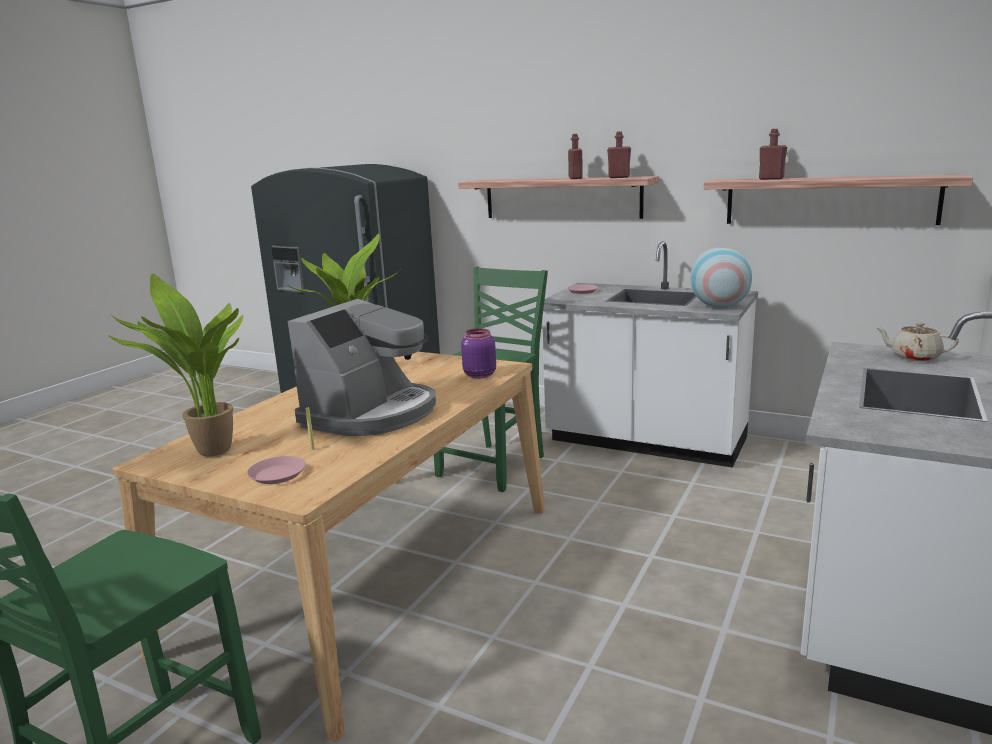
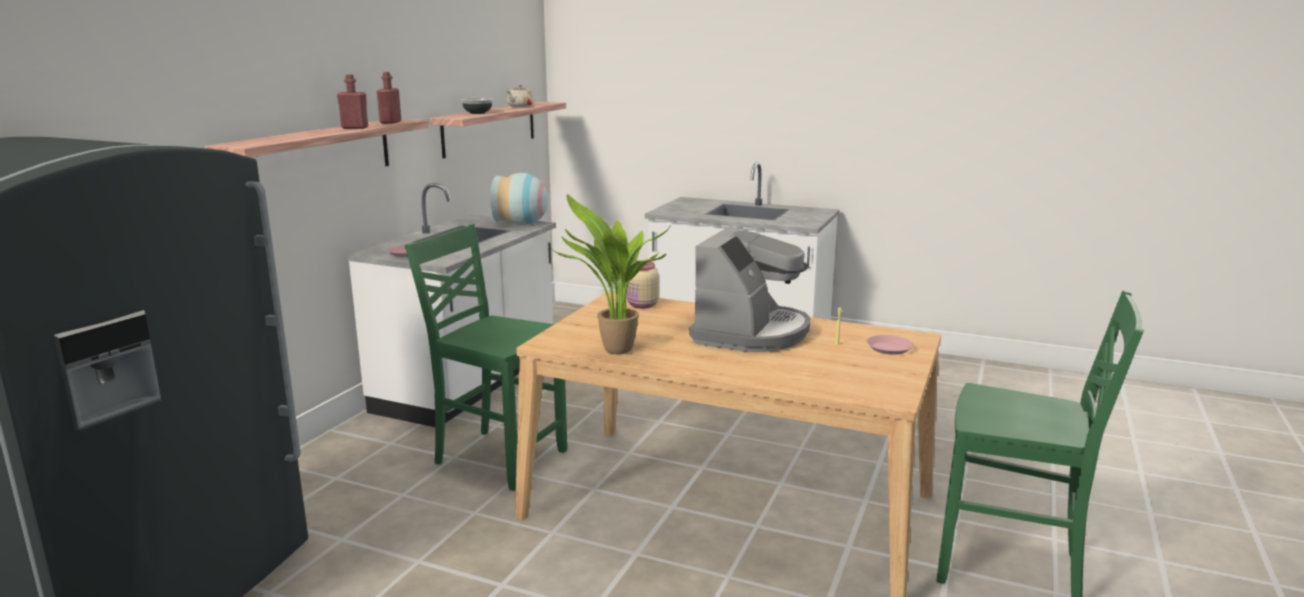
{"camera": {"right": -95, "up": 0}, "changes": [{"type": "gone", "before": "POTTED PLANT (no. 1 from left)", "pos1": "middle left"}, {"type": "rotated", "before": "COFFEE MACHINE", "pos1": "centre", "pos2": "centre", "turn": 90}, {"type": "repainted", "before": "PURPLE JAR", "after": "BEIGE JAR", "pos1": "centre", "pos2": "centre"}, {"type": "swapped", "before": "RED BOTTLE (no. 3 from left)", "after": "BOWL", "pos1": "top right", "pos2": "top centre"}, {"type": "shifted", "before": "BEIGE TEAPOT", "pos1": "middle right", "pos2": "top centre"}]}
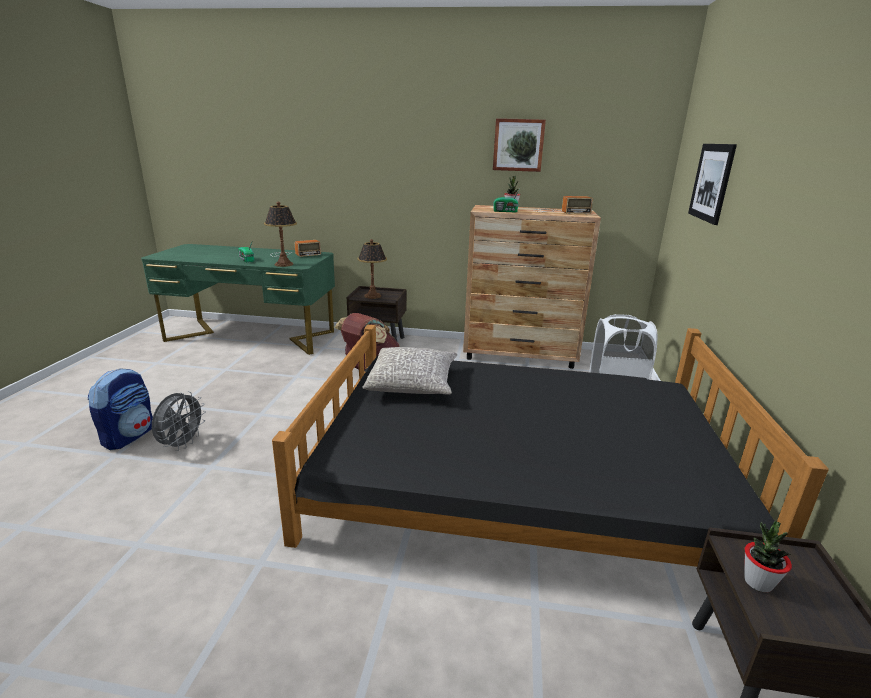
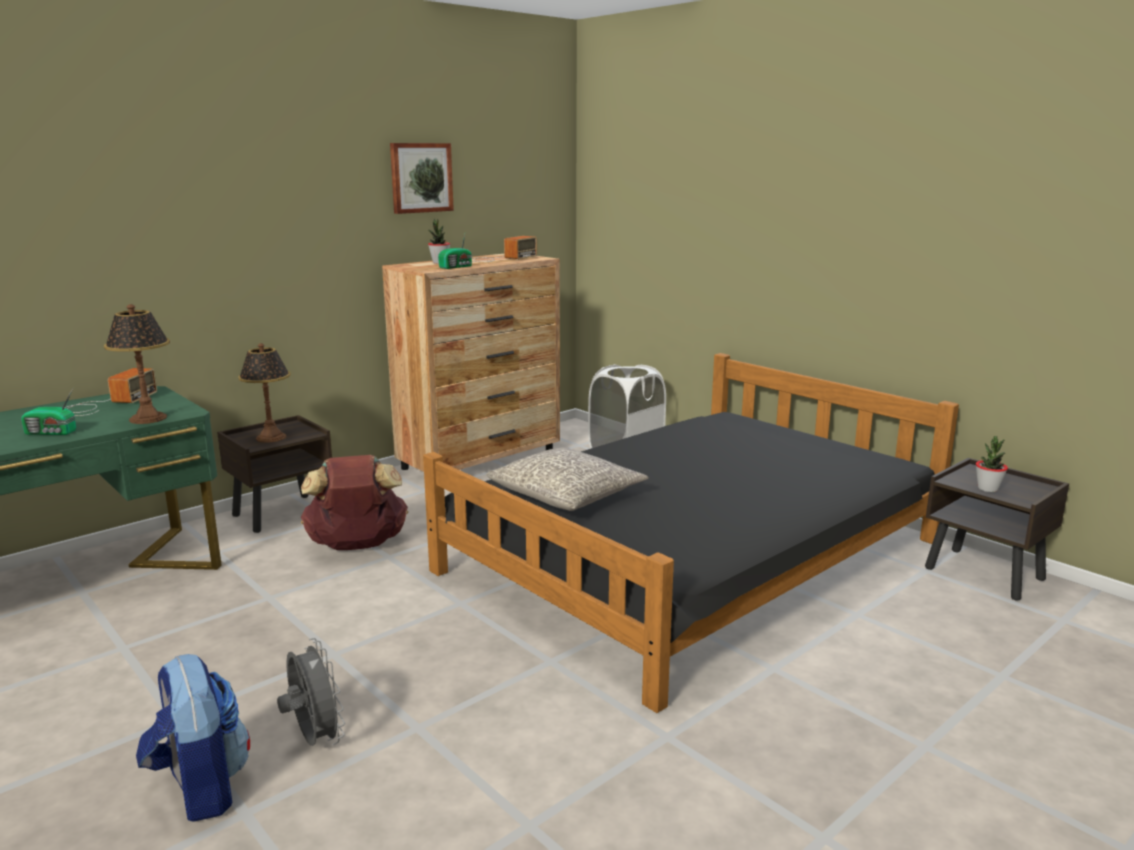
{"camera": {"right": -50, "up": -5}, "changes": [{"type": "gone", "before": "PICTURE (no. 2 from left)", "pos1": "top right"}]}
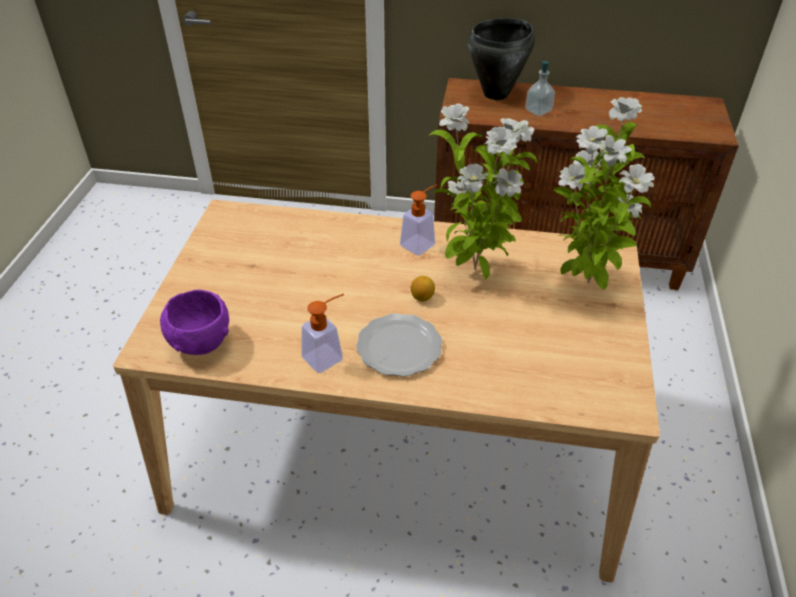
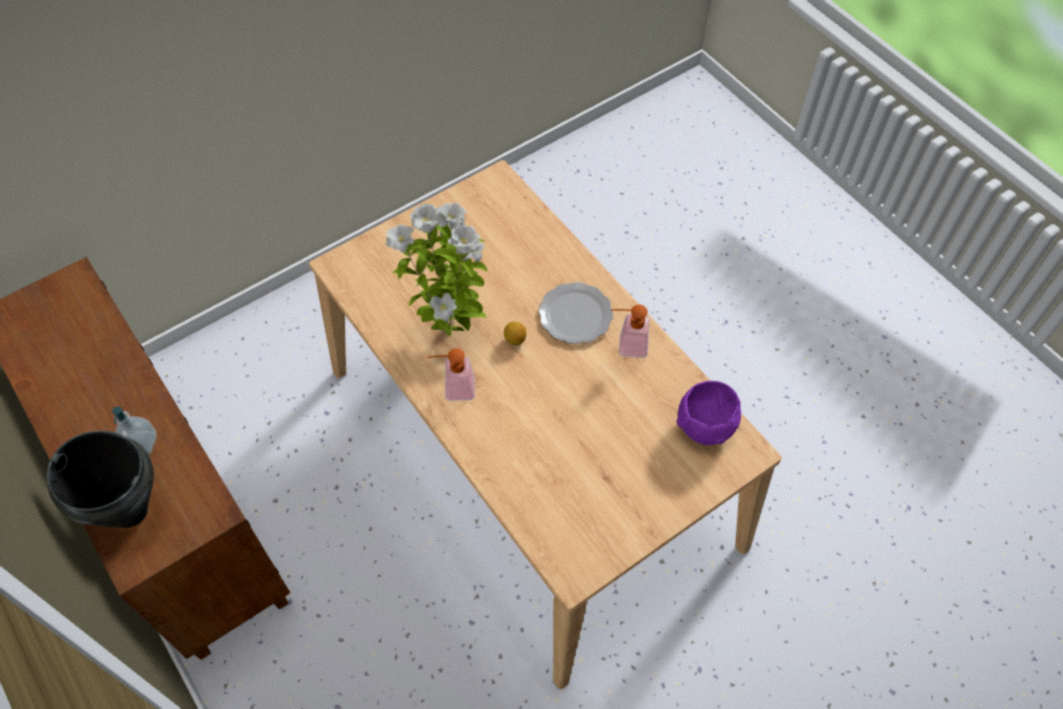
{"camera": {"right": -135, "up": 15}, "changes": [{"type": "gone", "before": "POTTED PLANT (no. 2 from left)", "pos1": "top right"}]}
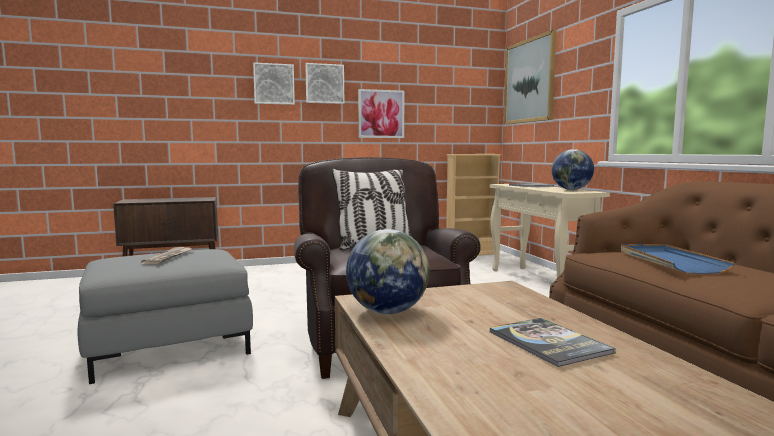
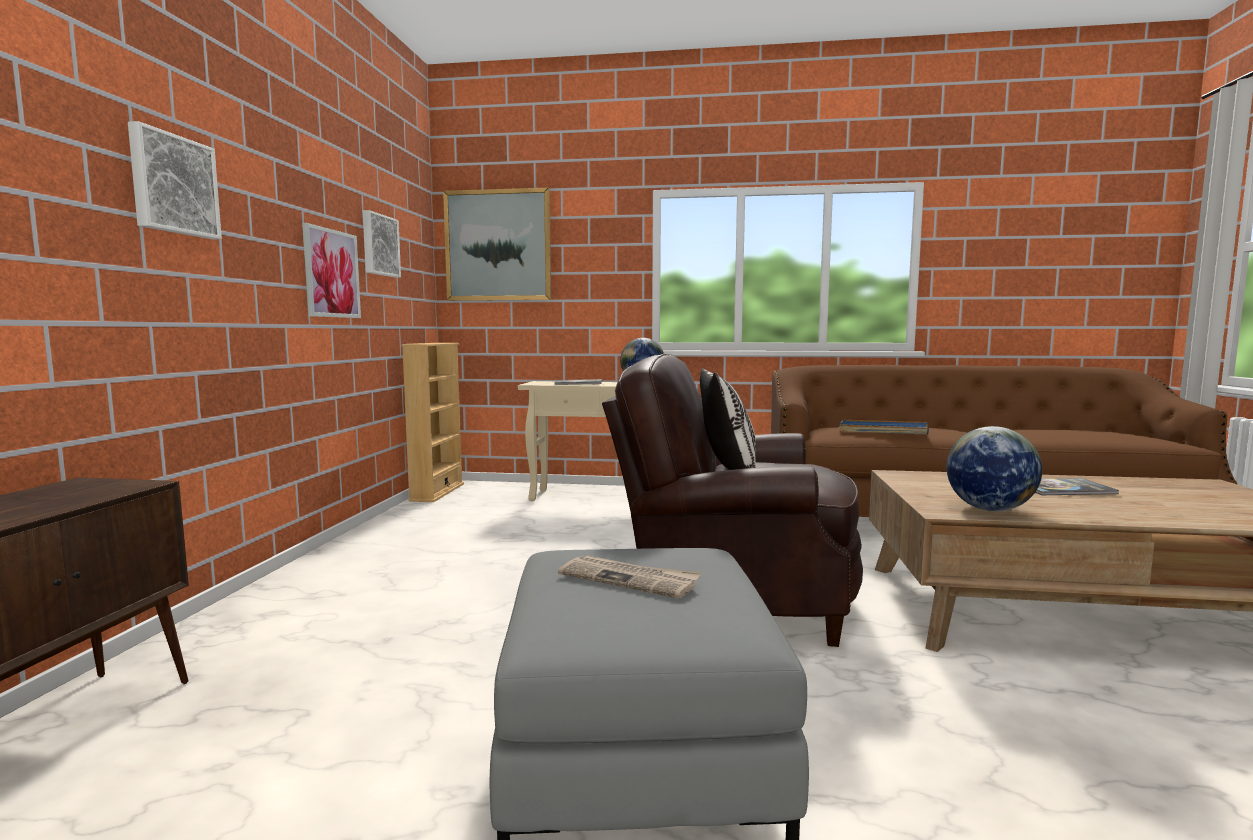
{"camera": {"right": -65, "up": 0}, "changes": [{"type": "shifted", "before": "PICTURE (no. 2 from left in the first image)", "after": "PICTURE (no. 3 from left)", "pos1": "top centre", "pos2": "top left"}]}
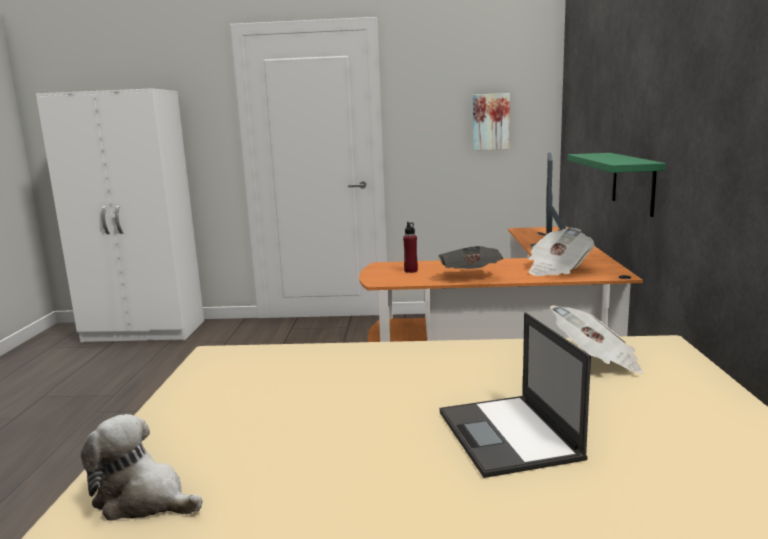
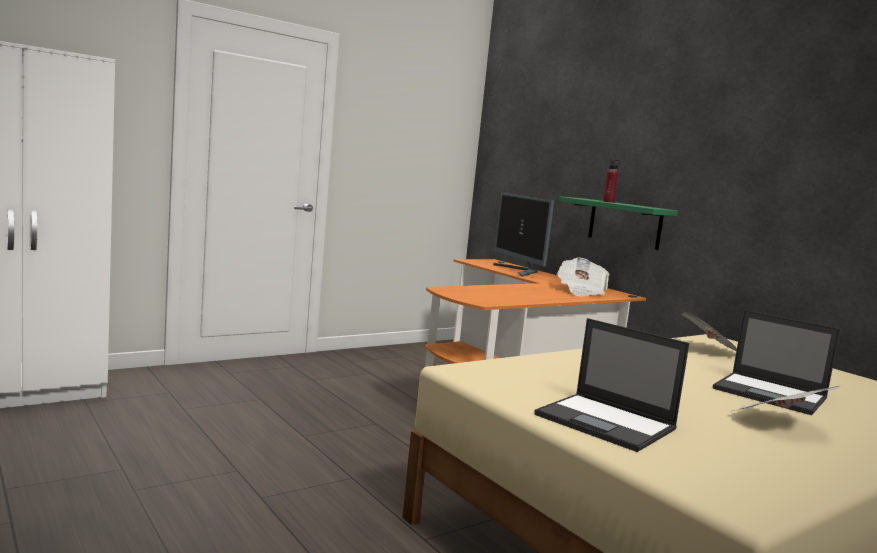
{"camera": {"right": -40, "up": -5}, "changes": [{"type": "gone", "before": "PLUSH TOY", "pos1": "bottom left"}, {"type": "shifted", "before": "RED BOTTLE", "pos1": "centre", "pos2": "top right"}, {"type": "shifted", "before": "NEWSPAPER (no. 1 from left in the first image)", "after": "NEWSPAPER (no. 3 from left)", "pos1": "centre", "pos2": "bottom right"}, {"type": "gone", "before": "PICTURE", "pos1": "top centre"}, {"type": "new", "after": "LAPTOP (no. 1 from left)", "pos2": "bottom right"}]}
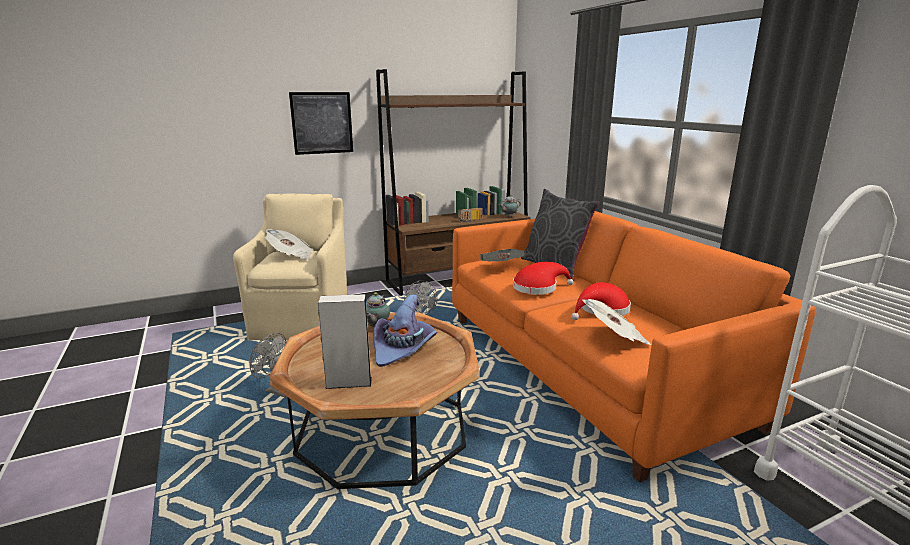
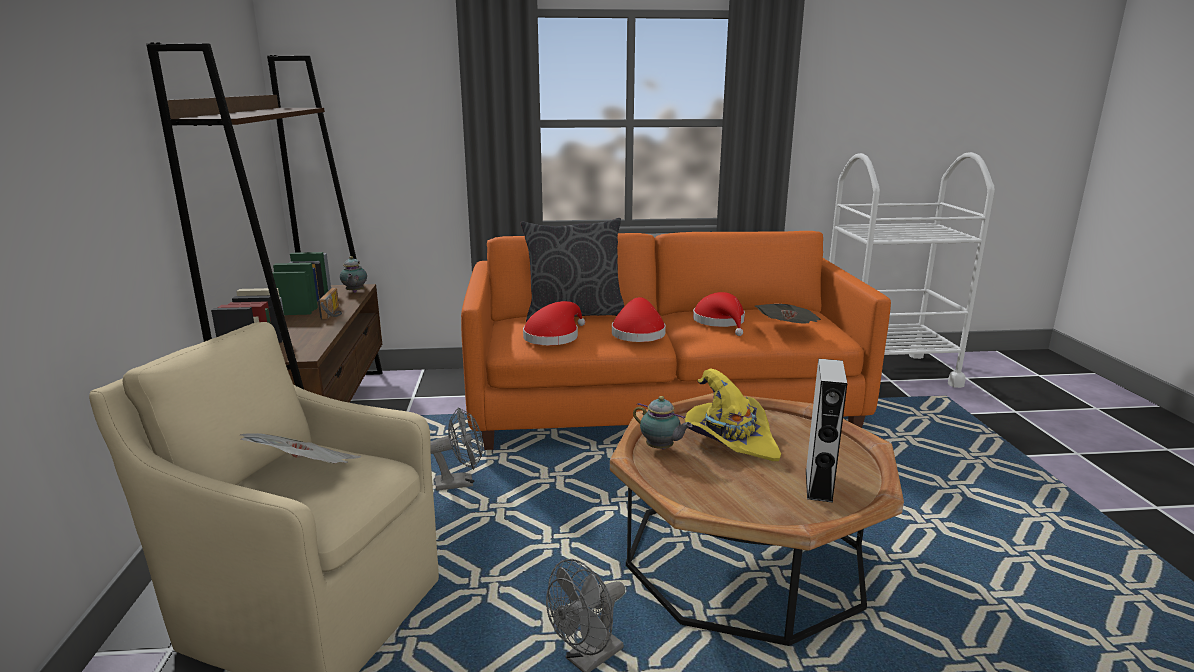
{"camera": {"right": -70, "up": 0}, "changes": [{"type": "gone", "before": "PICTURE", "pos1": "top centre"}, {"type": "repainted", "before": "PURPLE HAT", "after": "YELLOW HAT", "pos1": "centre", "pos2": "centre"}, {"type": "swapped", "before": "NEWSPAPER (no. 2 from left)", "after": "RED HAT (no. 1 from left)", "pos1": "centre", "pos2": "centre"}]}
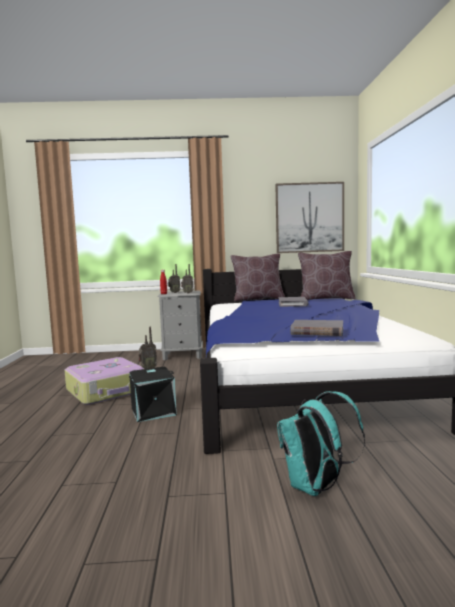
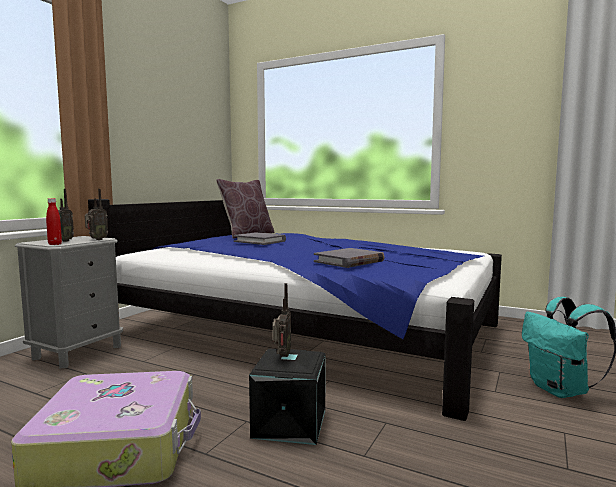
{"camera": {"right": -60, "up": 0}, "changes": [{"type": "gone", "before": "BROWN PILLOW (no. 1 from left)", "pos1": "centre"}, {"type": "gone", "before": "PICTURE", "pos1": "middle right"}, {"type": "shifted", "before": "GREY BOOK (no. 2 from left)", "pos1": "middle right", "pos2": "centre"}]}
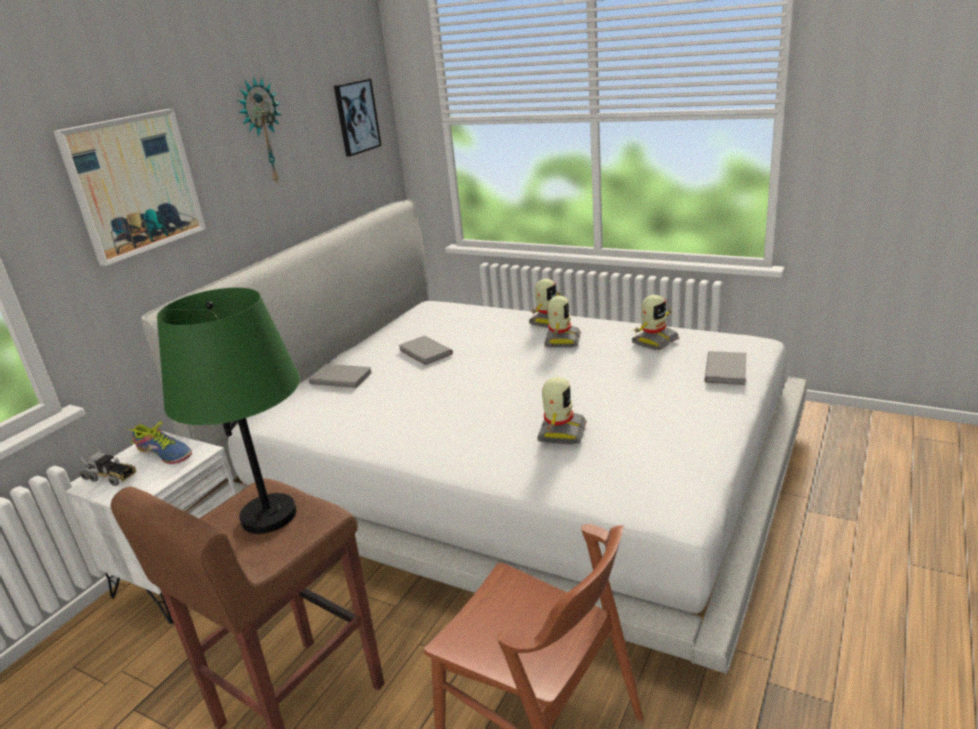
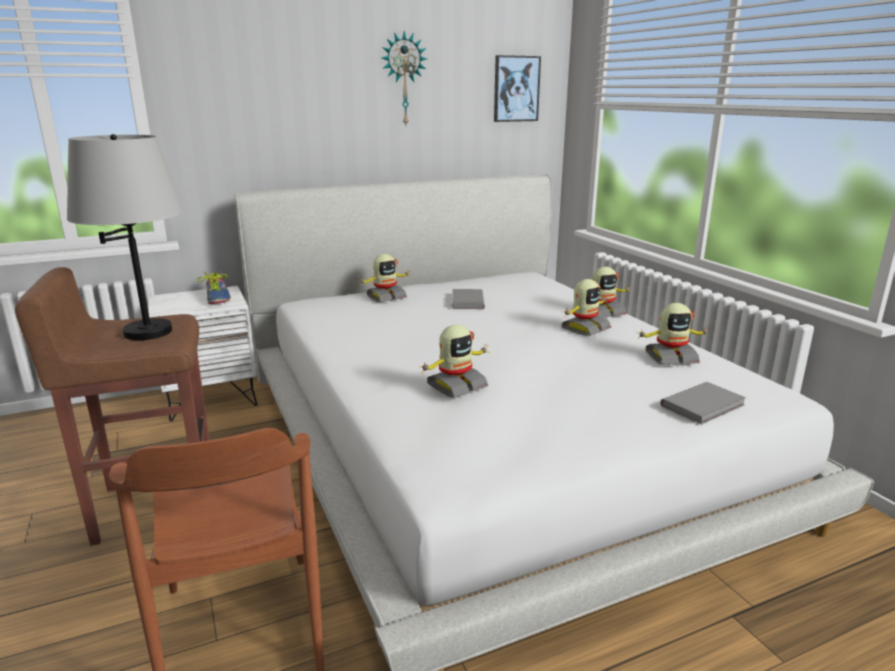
{"camera": {"right": 35, "up": -5}, "changes": [{"type": "gone", "before": "PICTURE (no. 1 from left)", "pos1": "top left"}, {"type": "gone", "before": "TOY TRUCK", "pos1": "middle left"}, {"type": "repainted", "before": "GREEN TABLE LAMP", "after": "GREY TABLE LAMP", "pos1": "middle left", "pos2": "middle left"}, {"type": "swapped", "before": "GREY BOOK (no. 1 from left)", "after": "TOY ROBOT (no. 1 from left)", "pos1": "centre", "pos2": "centre"}]}
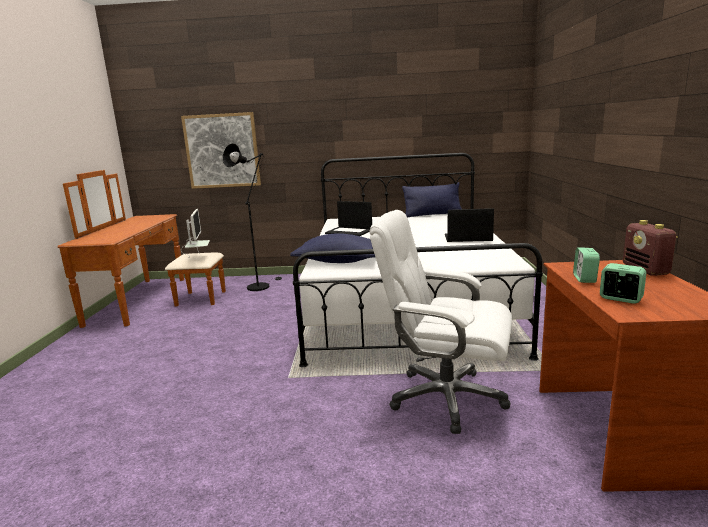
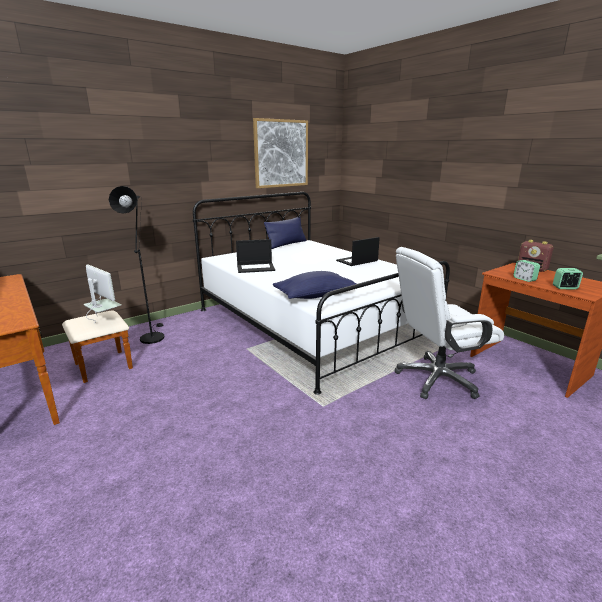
{"camera": {"right": -40, "up": 5}, "changes": [{"type": "shifted", "before": "PICTURE", "pos1": "top left", "pos2": "top centre"}]}
